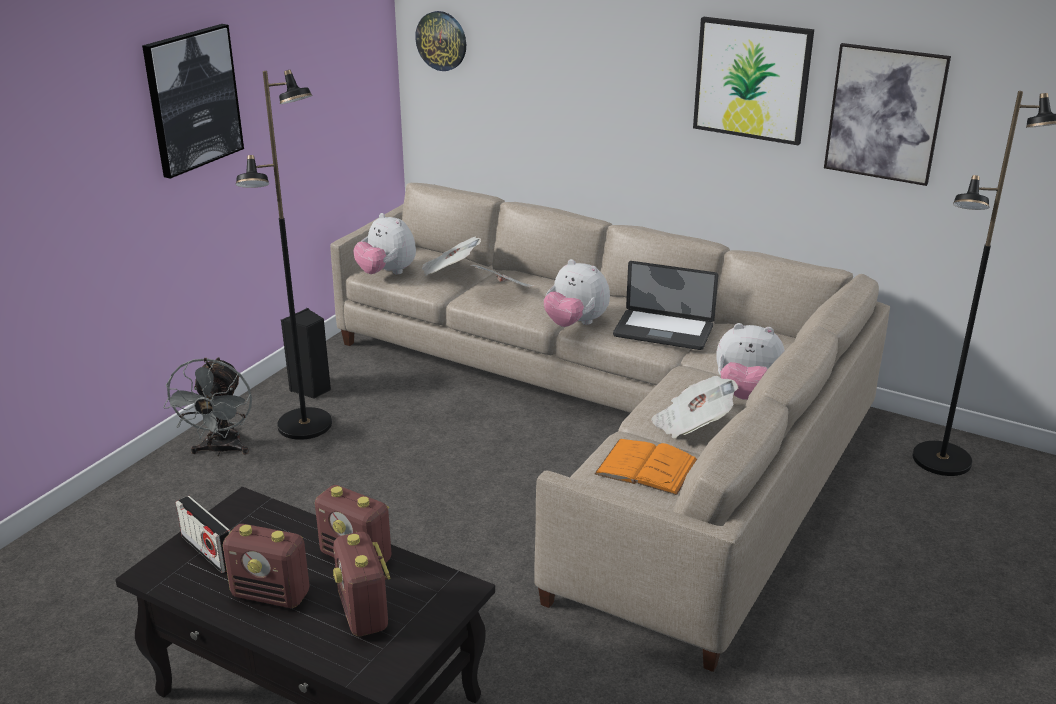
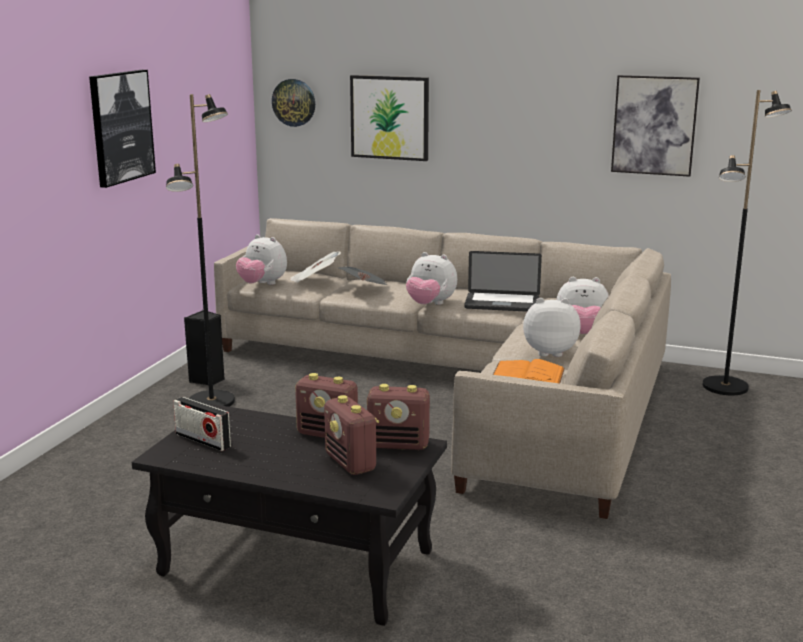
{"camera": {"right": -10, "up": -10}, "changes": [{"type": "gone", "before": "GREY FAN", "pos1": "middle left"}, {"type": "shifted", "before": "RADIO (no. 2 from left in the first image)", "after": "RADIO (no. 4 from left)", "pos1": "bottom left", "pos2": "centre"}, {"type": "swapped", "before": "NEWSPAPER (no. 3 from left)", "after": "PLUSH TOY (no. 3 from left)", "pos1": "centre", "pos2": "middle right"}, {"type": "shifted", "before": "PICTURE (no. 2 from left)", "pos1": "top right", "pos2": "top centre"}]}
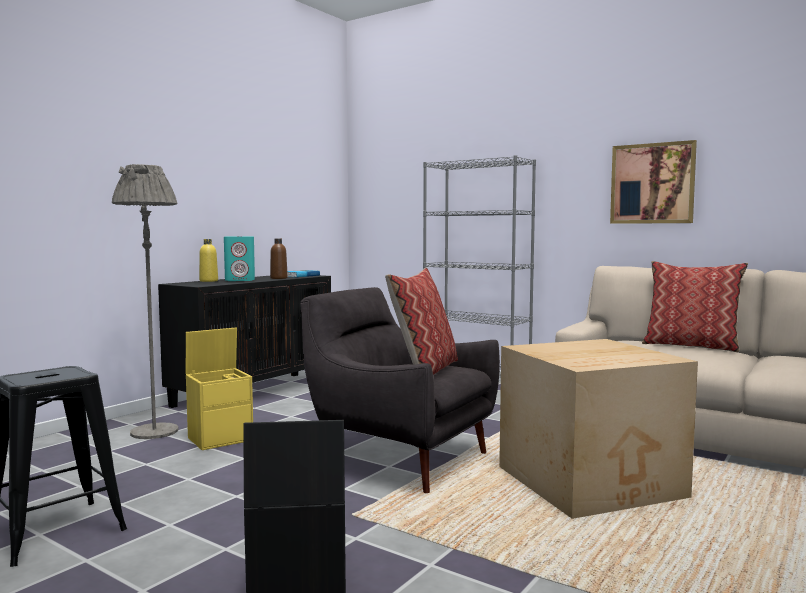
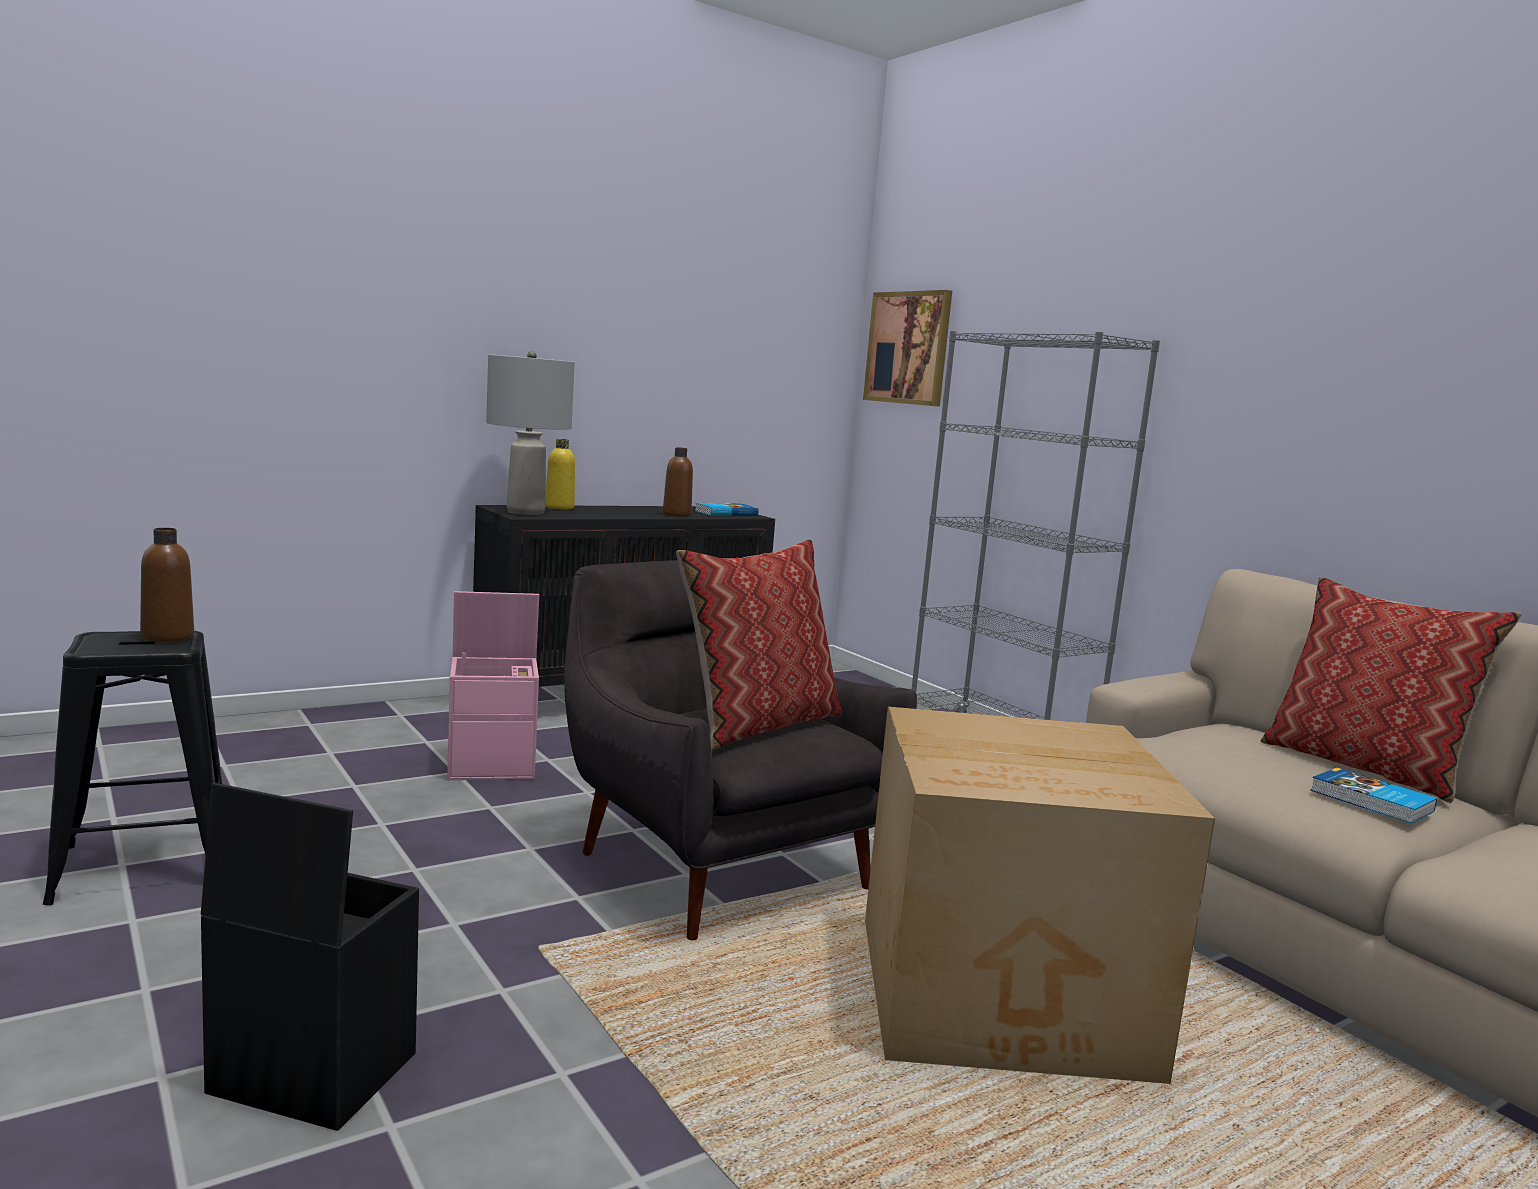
{"camera": {"right": 20, "up": 5}, "changes": [{"type": "gone", "before": "GREY FLOOR LAMP", "pos1": "middle left"}, {"type": "repainted", "before": "YELLOW STORAGE BOX", "after": "PINK STORAGE BOX", "pos1": "middle left", "pos2": "middle left"}, {"type": "gone", "before": "TURQUOISE SPEAKER", "pos1": "middle left"}, {"type": "shifted", "before": "PICTURE", "pos1": "top right", "pos2": "top centre"}, {"type": "new", "after": "BROWN BOTTLE (no. 1 from left)", "pos2": "middle left"}, {"type": "new", "after": "GREY TABLE LAMP", "pos2": "centre"}, {"type": "new", "after": "BOOK (no. 2 from left)", "pos2": "bottom right"}]}
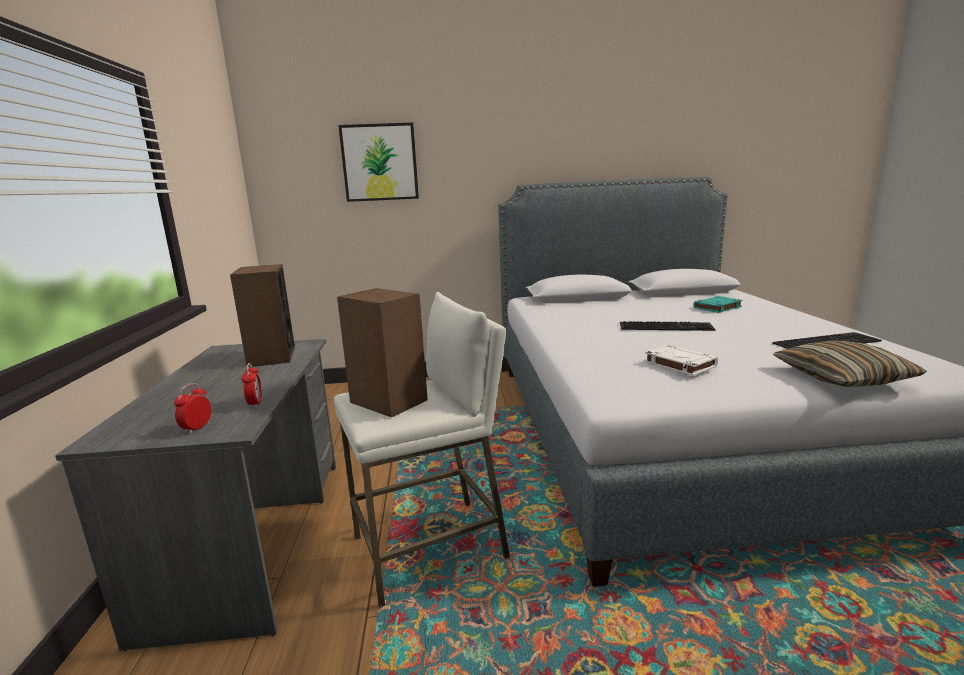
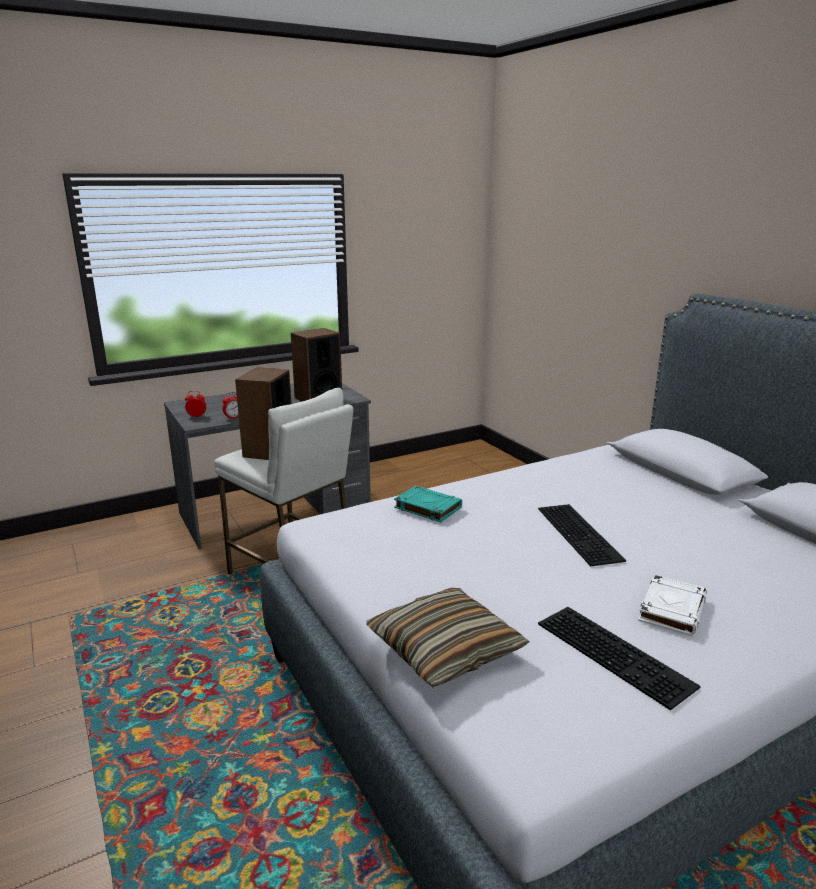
{"camera": {"right": 65, "up": 5}, "changes": [{"type": "gone", "before": "PICTURE", "pos1": "top centre"}, {"type": "shifted", "before": "WHITE BOOK", "pos1": "middle right", "pos2": "bottom right"}, {"type": "shifted", "before": "TURQUOISE BOOK", "pos1": "middle right", "pos2": "centre"}]}
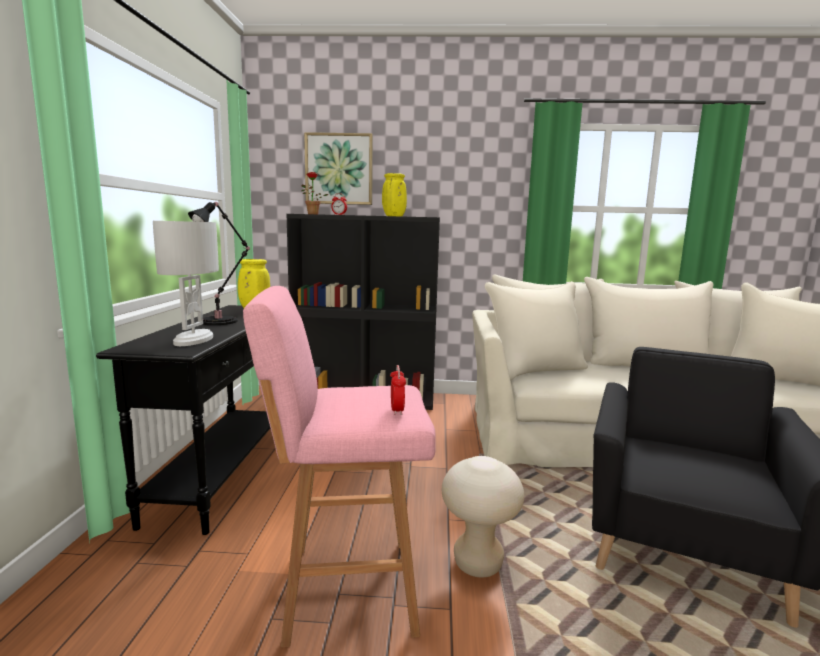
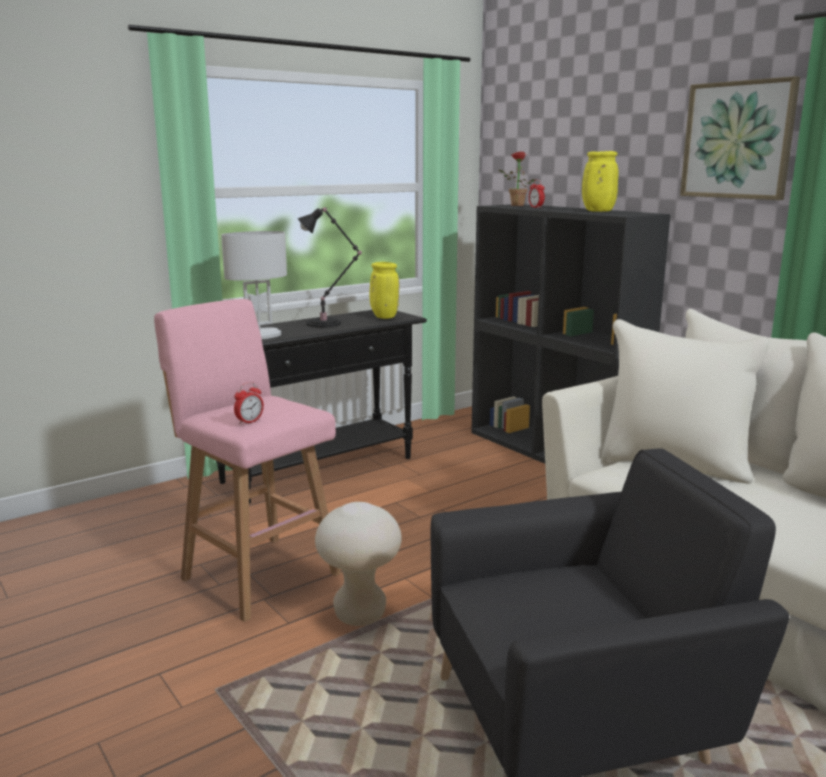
{"camera": {"right": 50, "up": 5}, "changes": [{"type": "shifted", "before": "PICTURE", "pos1": "top centre", "pos2": "top right"}]}
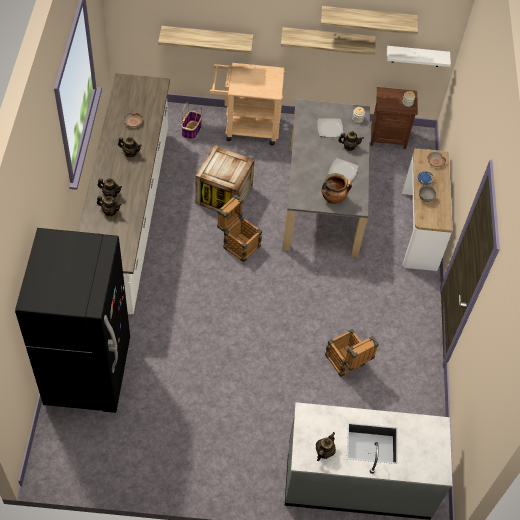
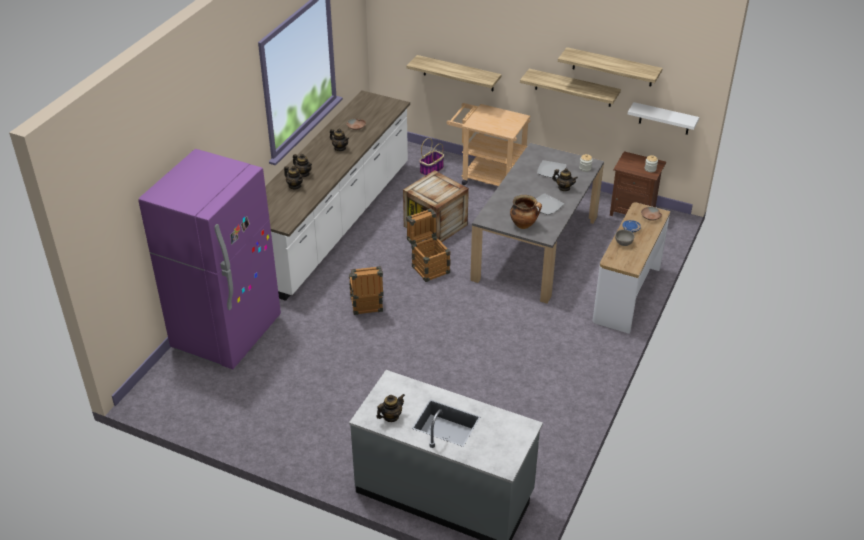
{"camera": {"right": 25, "up": -15}, "changes": [{"type": "repainted", "before": "BLACK FRIDGE", "after": "PURPLE FRIDGE", "pos1": "middle left", "pos2": "middle left"}, {"type": "shifted", "before": "CRATE (no. 3 from left in the first image)", "after": "CRATE (no. 1 from left)", "pos1": "bottom right", "pos2": "centre"}]}
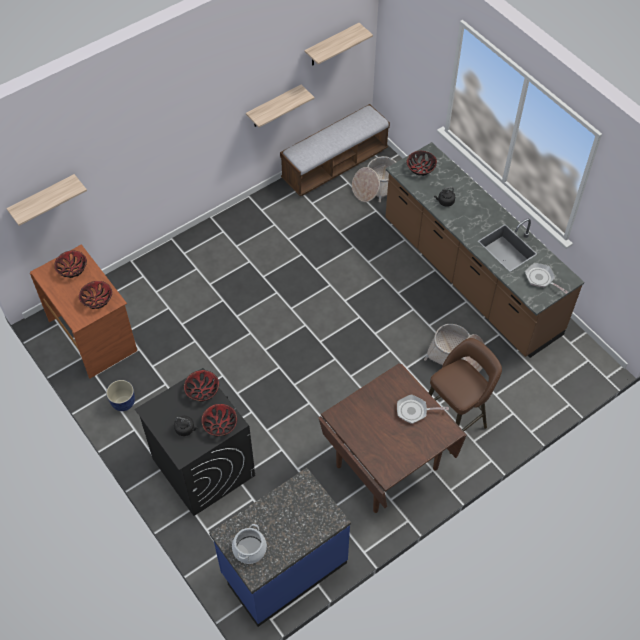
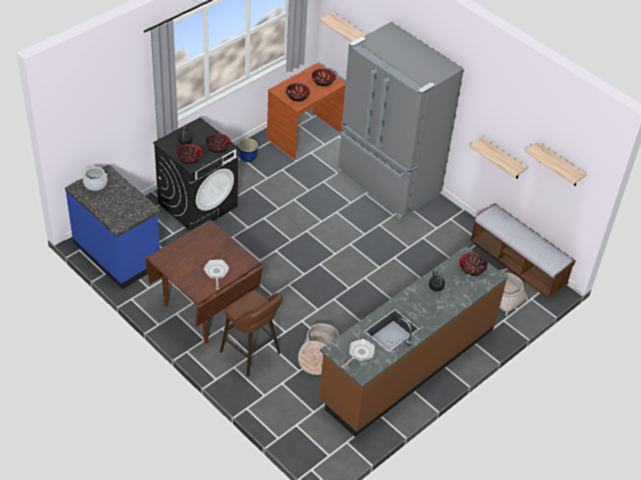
{"camera": {"right": 80, "up": -10}, "changes": [{"type": "new", "after": "GREY FRIDGE", "pos2": "top centre"}]}
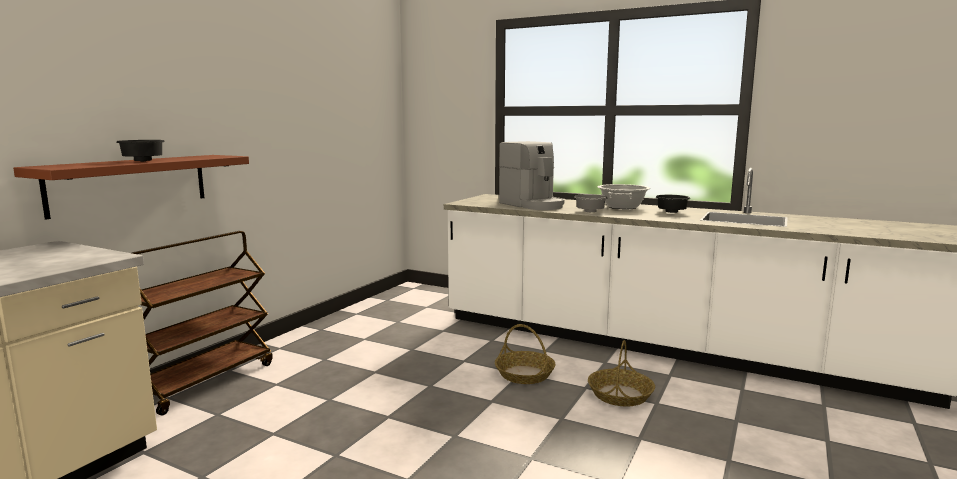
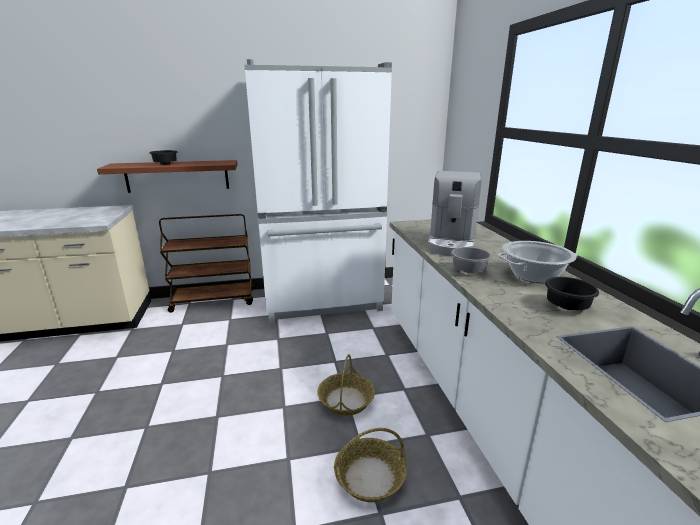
{"camera": {"right": 50, "up": 10}, "changes": [{"type": "new", "after": "WHITE FRIDGE", "pos2": "centre"}]}
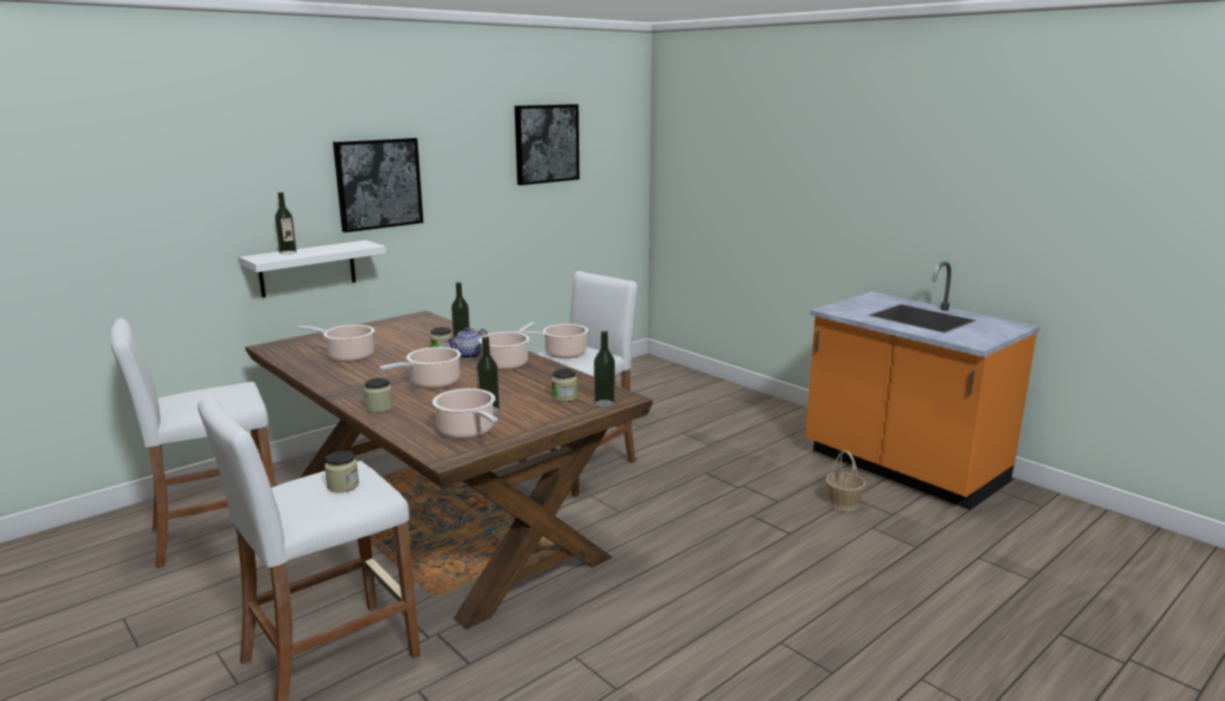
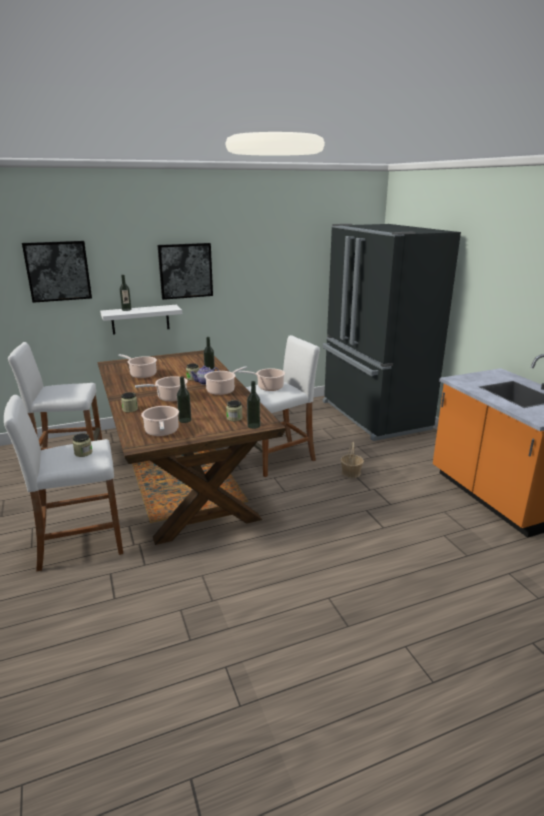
{"camera": {"right": 20, "up": 5}, "changes": [{"type": "shifted", "before": "PICTURE (no. 2 from left in the first image)", "after": "PICTURE (no. 1 from left)", "pos1": "top centre", "pos2": "middle left"}, {"type": "shifted", "before": "BASKET", "pos1": "bottom right", "pos2": "centre"}, {"type": "new", "after": "BLACK FRIDGE", "pos2": "middle right"}]}
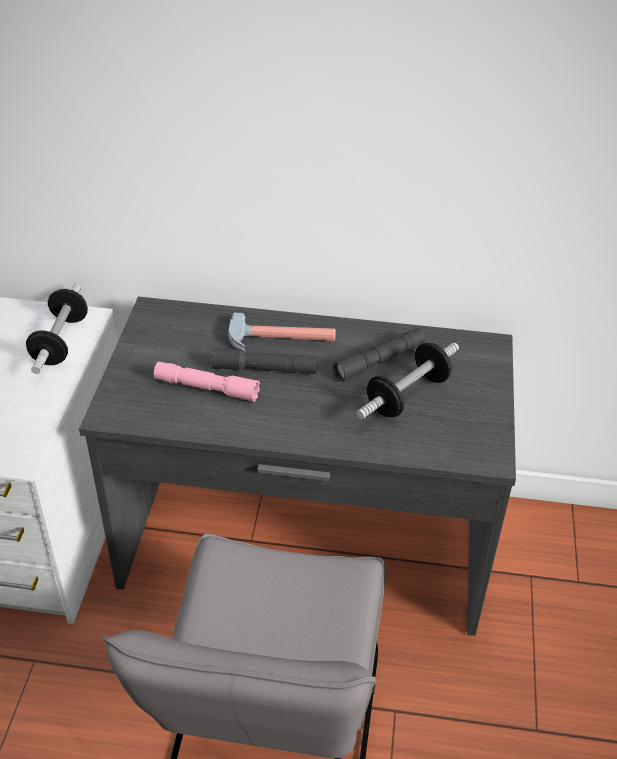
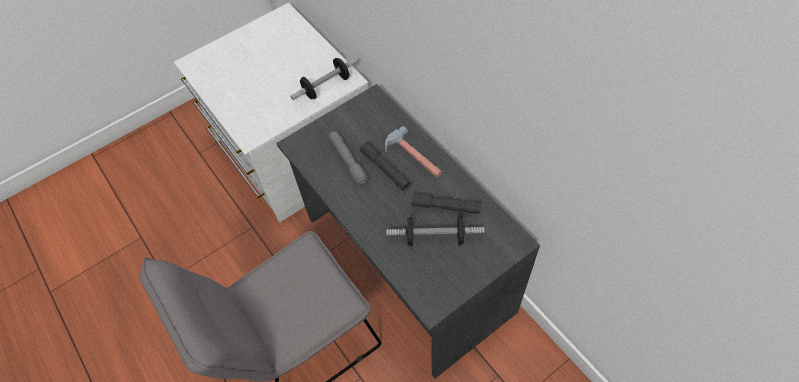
{"camera": {"right": 50, "up": 15}, "changes": [{"type": "repainted", "before": "PINK FLASHLIGHT", "after": "GREY FLASHLIGHT (no. 1 from left)", "pos1": "centre", "pos2": "centre"}]}
